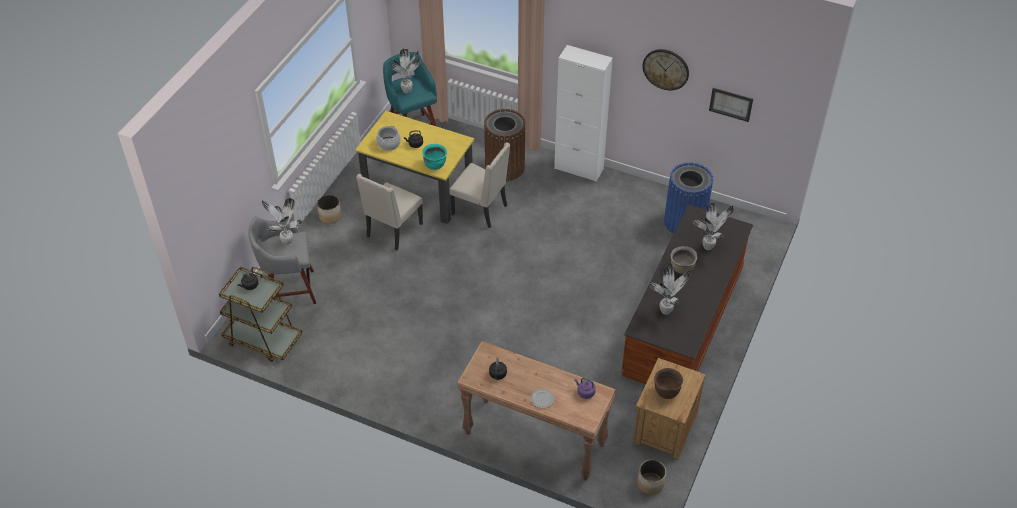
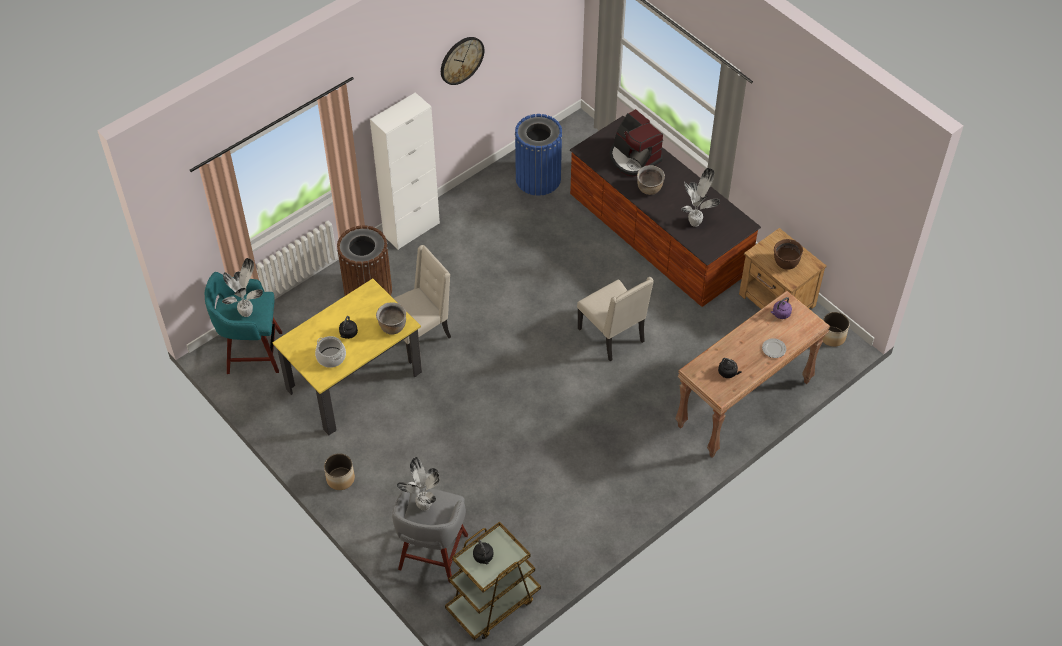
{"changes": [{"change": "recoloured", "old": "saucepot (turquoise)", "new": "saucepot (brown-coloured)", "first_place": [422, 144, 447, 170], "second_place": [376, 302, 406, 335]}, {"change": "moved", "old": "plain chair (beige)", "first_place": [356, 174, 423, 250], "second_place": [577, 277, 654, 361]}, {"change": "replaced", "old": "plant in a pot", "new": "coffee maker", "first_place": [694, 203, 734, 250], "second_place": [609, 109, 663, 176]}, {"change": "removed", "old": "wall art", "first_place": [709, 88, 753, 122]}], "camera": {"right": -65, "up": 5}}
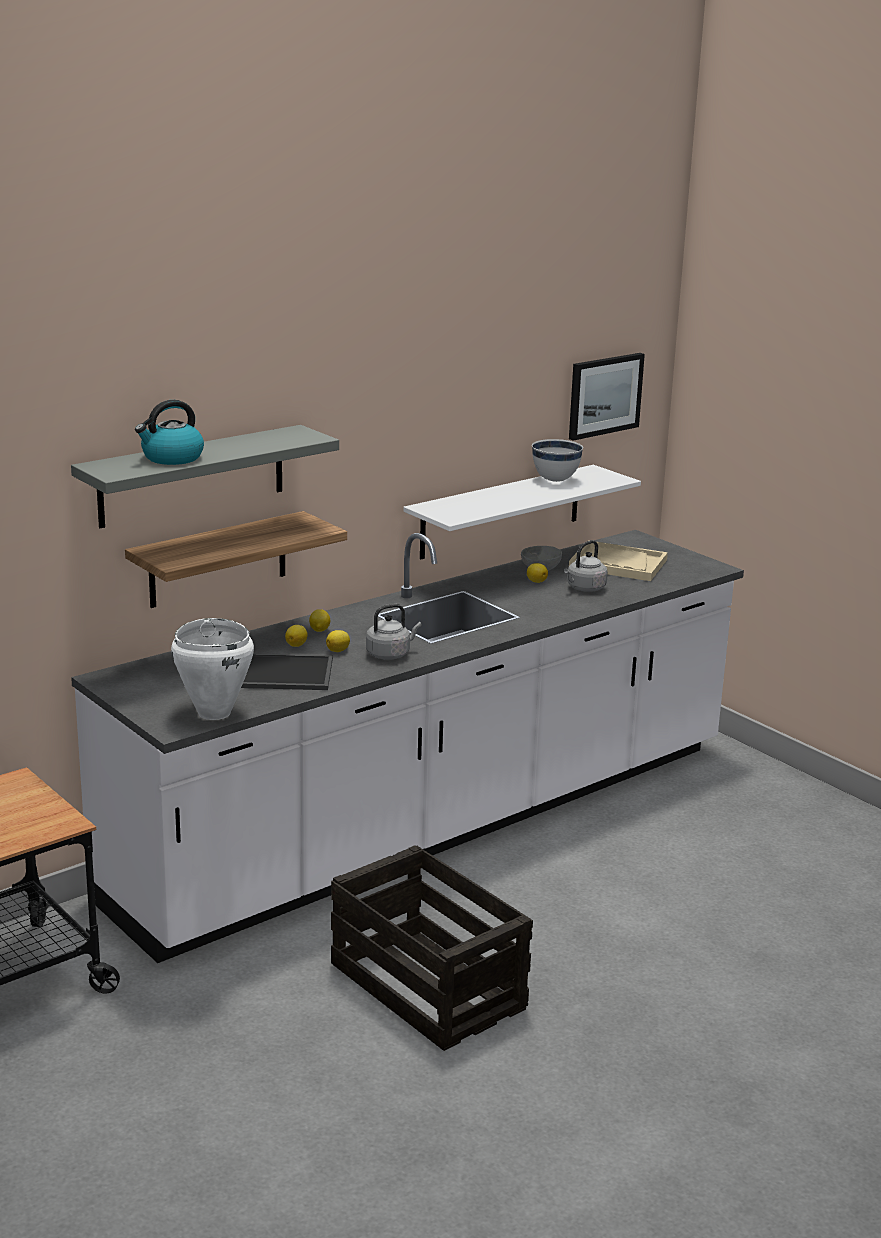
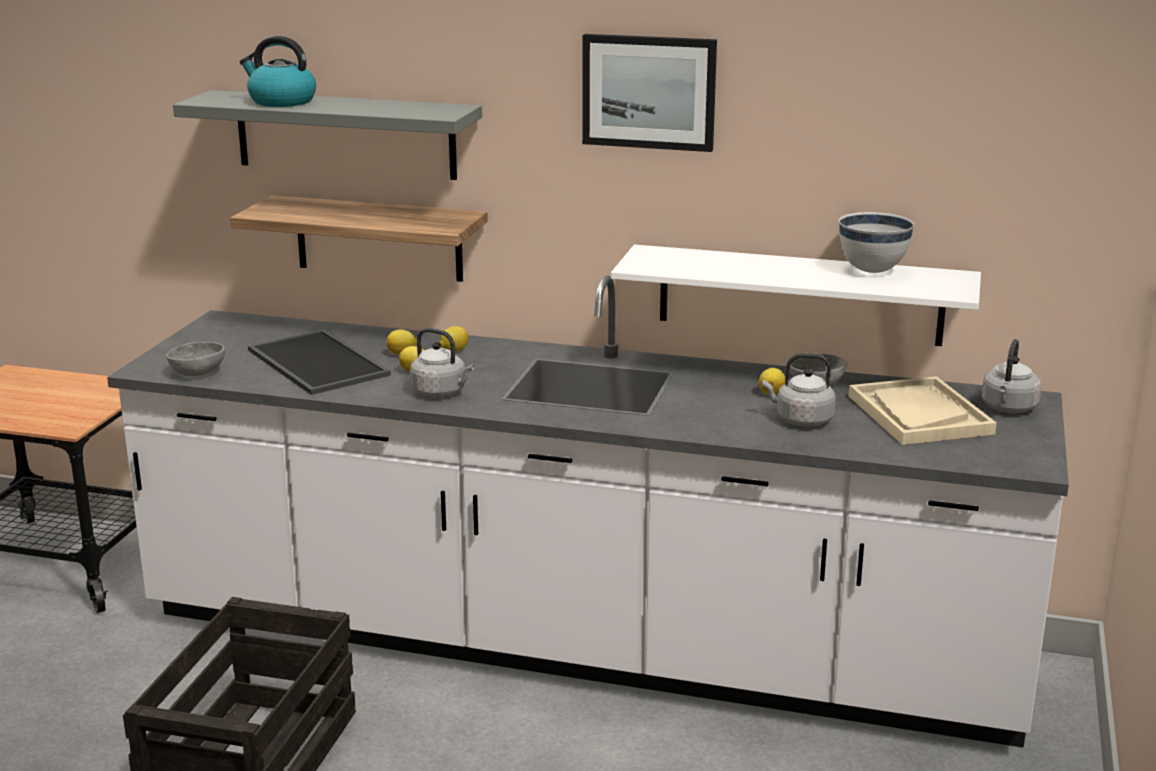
{"changes": [{"change": "replaced", "old": "saucepot (whitish)", "new": "deep dish (gray)", "first_place": [171, 618, 254, 720], "second_place": [167, 342, 225, 376]}, {"change": "moved", "old": "wall art", "first_place": [569, 353, 645, 441], "second_place": [582, 34, 717, 152]}, {"change": "added", "new": "tea kettle (gray)", "second_place": [982, 339, 1041, 413]}], "camera": {"right": 55, "up": 0}}
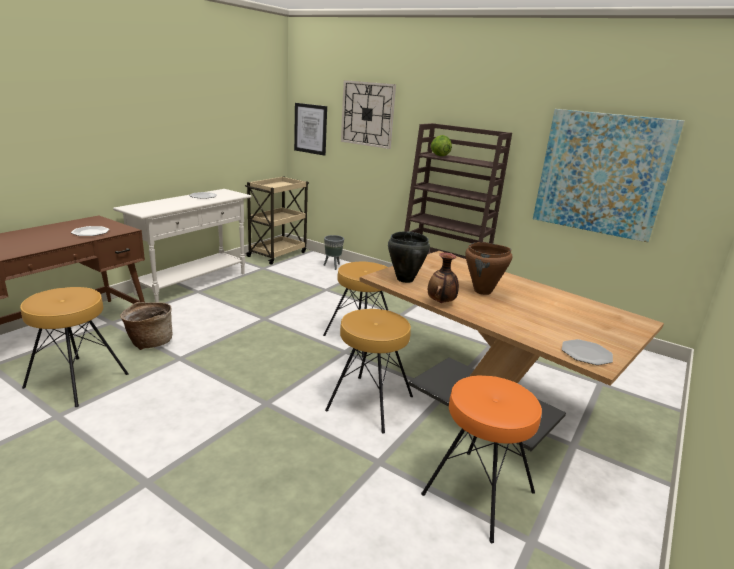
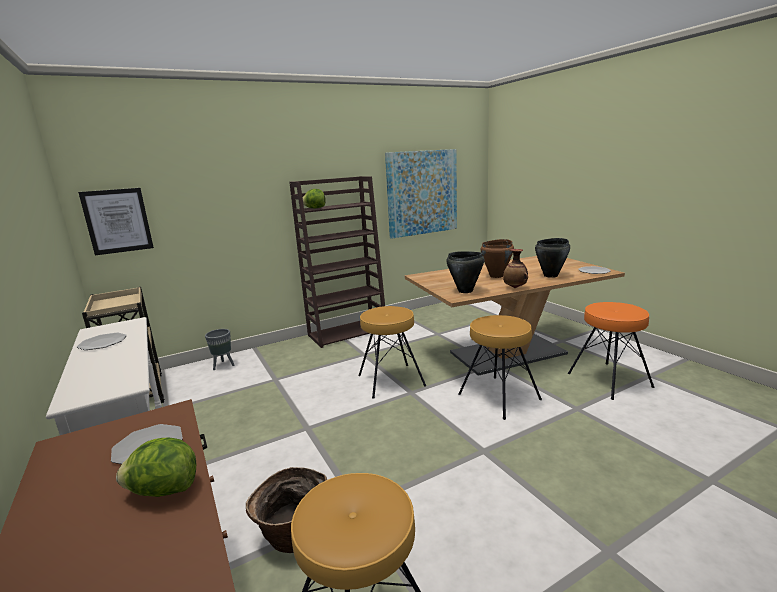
{"changes": [{"change": "added", "new": "lettuce head", "second_place": [116, 437, 196, 497]}, {"change": "added", "new": "saucepot (black)", "second_place": [535, 238, 570, 278]}, {"change": "removed", "old": "wall clock", "first_place": [341, 80, 396, 149]}], "camera": {"right": -60, "up": -5}}
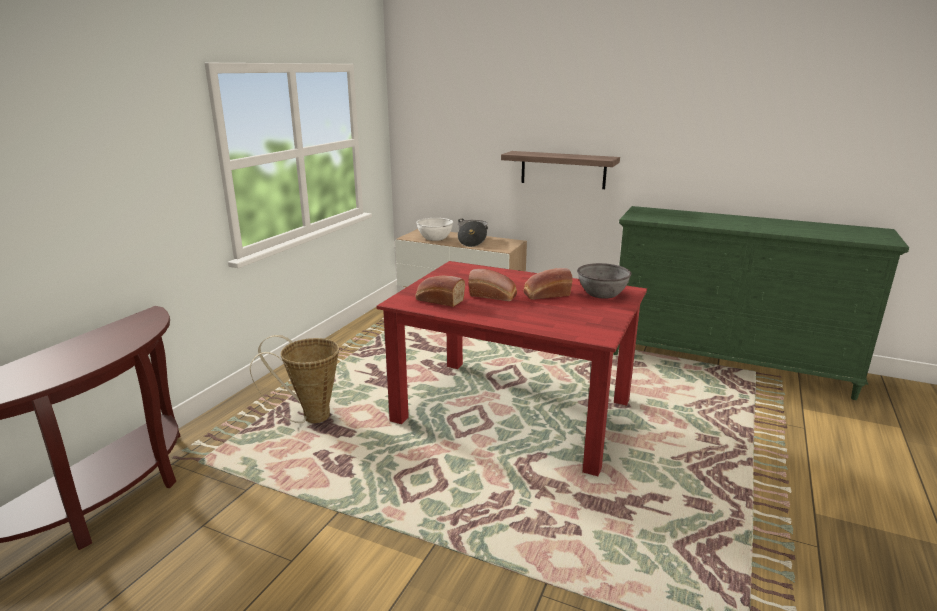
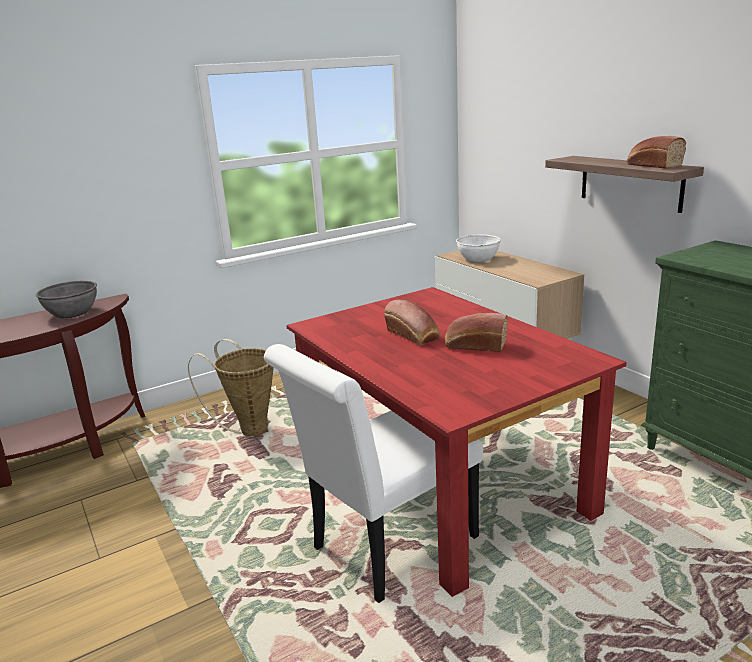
{"changes": [{"change": "moved", "old": "deep dish (gray)", "first_place": [577, 263, 631, 299], "second_place": [36, 281, 97, 318]}, {"change": "added", "new": "plain chair (whitish)", "second_place": [264, 344, 483, 603]}, {"change": "moved", "old": "bakery bread", "first_place": [415, 276, 465, 307], "second_place": [627, 136, 686, 169]}, {"change": "removed", "old": "saucepot", "first_place": [458, 219, 488, 247]}], "camera": {"right": 35, "up": 0}}
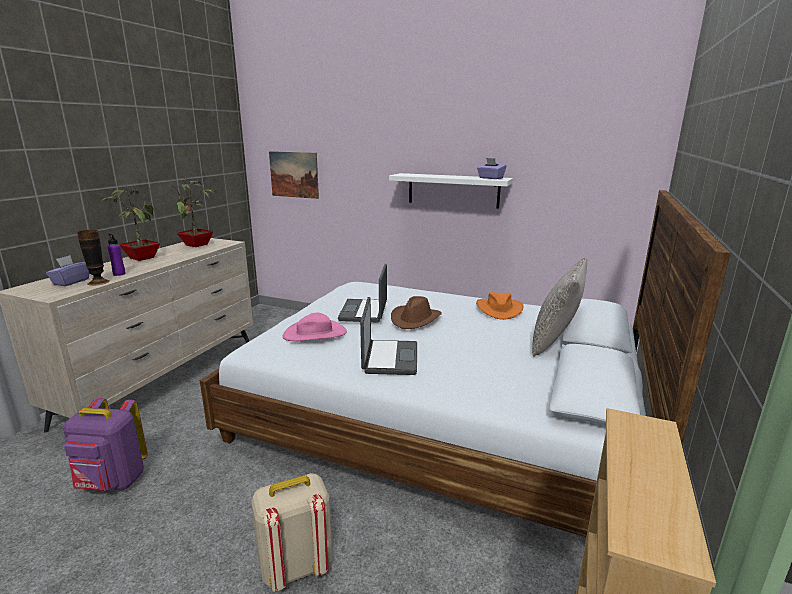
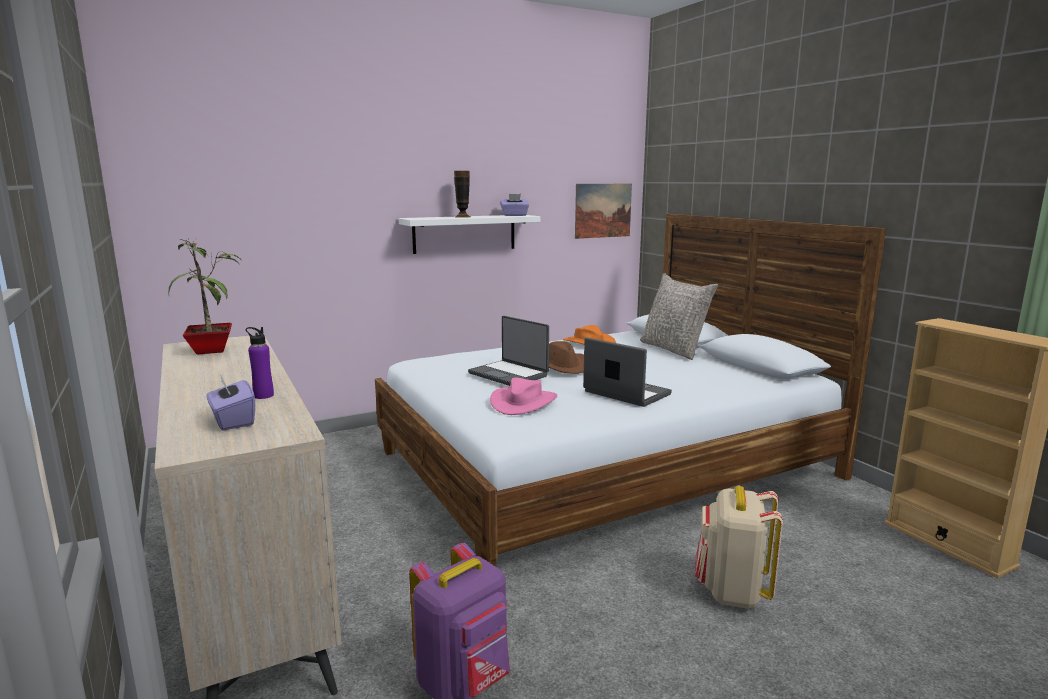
{"changes": [{"change": "moved", "old": "decorative vase", "first_place": [77, 230, 110, 286], "second_place": [454, 171, 470, 218]}, {"change": "moved", "old": "wall art", "first_place": [269, 151, 319, 199], "second_place": [575, 184, 632, 239]}, {"change": "removed", "old": "plant in a pot", "first_place": [103, 185, 160, 261]}], "camera": {"right": -50, "up": -5}}
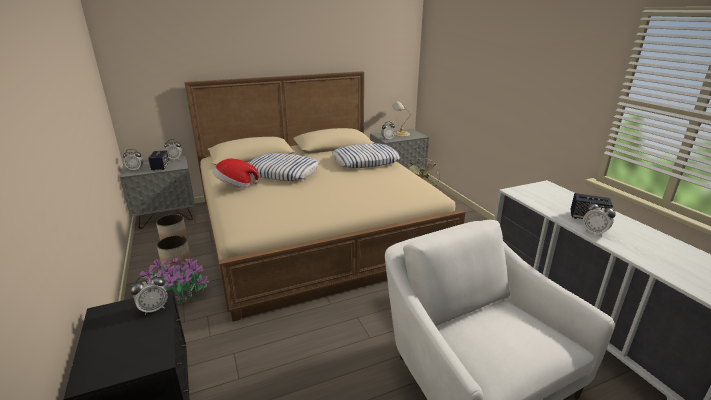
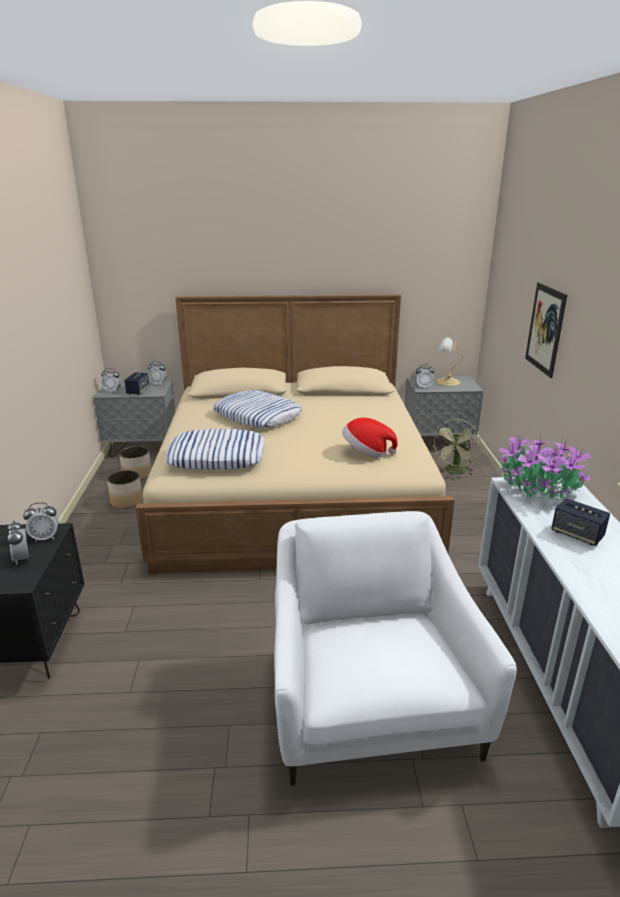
{"changes": [{"change": "moved", "old": "alarm clock", "first_place": [583, 201, 616, 237], "second_place": [7, 520, 28, 565]}, {"change": "moved", "old": "pillow", "first_place": [332, 143, 400, 168], "second_place": [166, 429, 265, 470]}, {"change": "moved", "old": "clothing hat", "first_place": [213, 159, 259, 188], "second_place": [342, 418, 398, 458]}, {"change": "moved", "old": "plant in a pot", "first_place": [140, 255, 209, 304], "second_place": [498, 434, 592, 501]}, {"change": "added", "new": "wall art", "second_place": [525, 282, 567, 378]}], "camera": {"right": 20, "up": 0}}
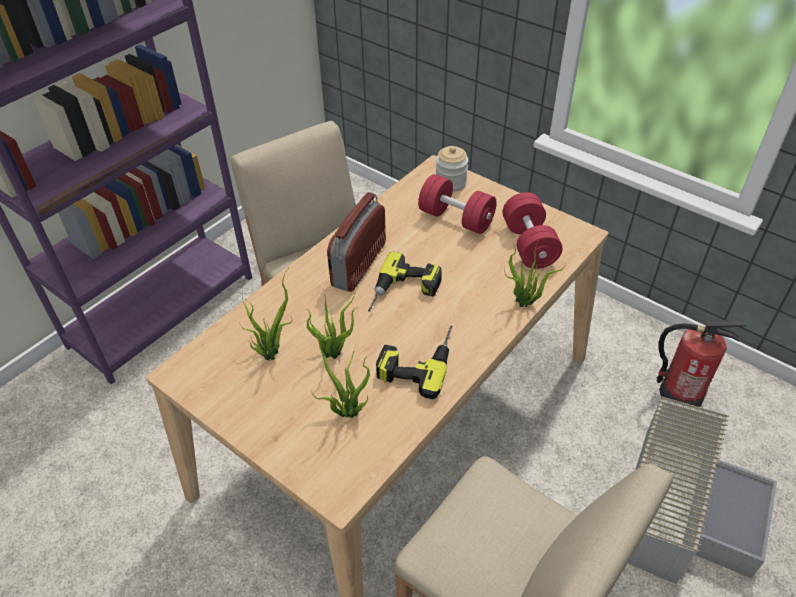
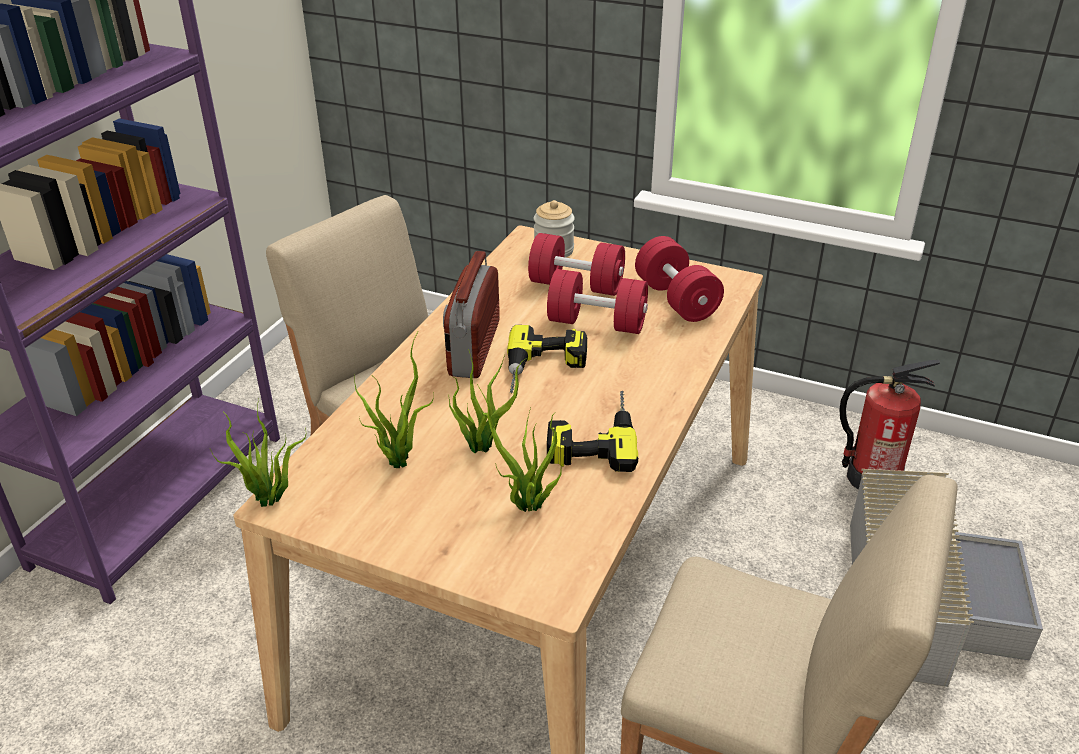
{"changes": [{"change": "moved", "old": "plant in a pot", "first_place": [504, 239, 566, 307], "second_place": [210, 399, 306, 507]}, {"change": "added", "new": "dumbbell (red)", "second_place": [547, 269, 648, 334]}], "camera": {"right": -15, "up": -10}}
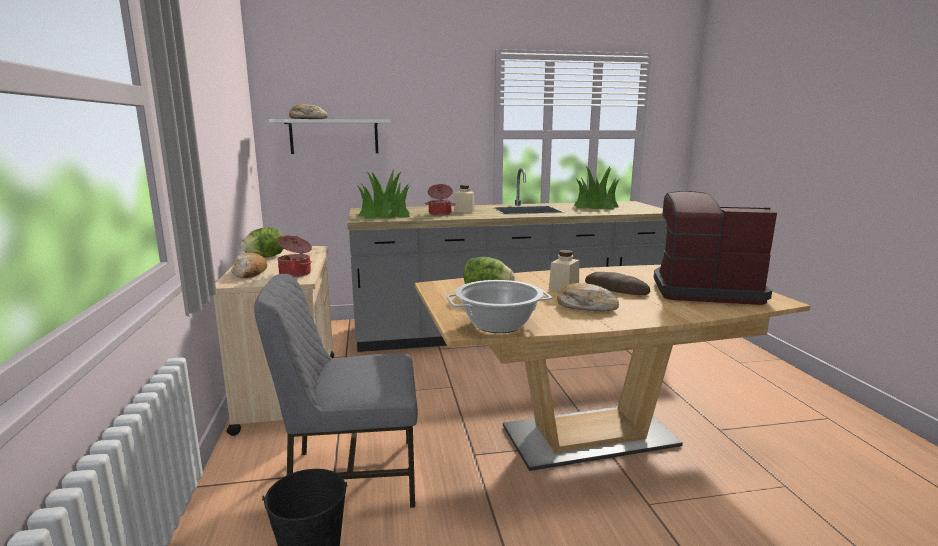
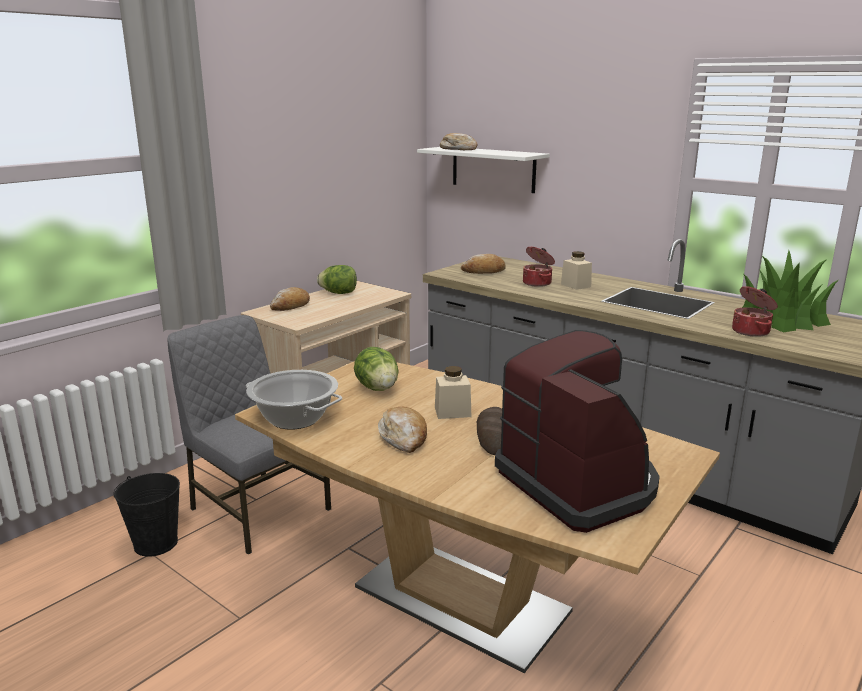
{"changes": [{"change": "replaced", "old": "plant in a pot", "new": "bakery bread", "first_place": [358, 169, 410, 219], "second_place": [461, 254, 506, 274]}, {"change": "moved", "old": "saucepot", "first_place": [277, 235, 312, 277], "second_place": [732, 286, 778, 337]}], "camera": {"right": 50, "up": 5}}
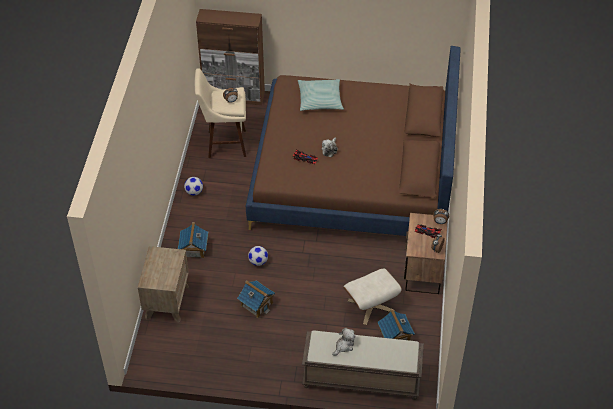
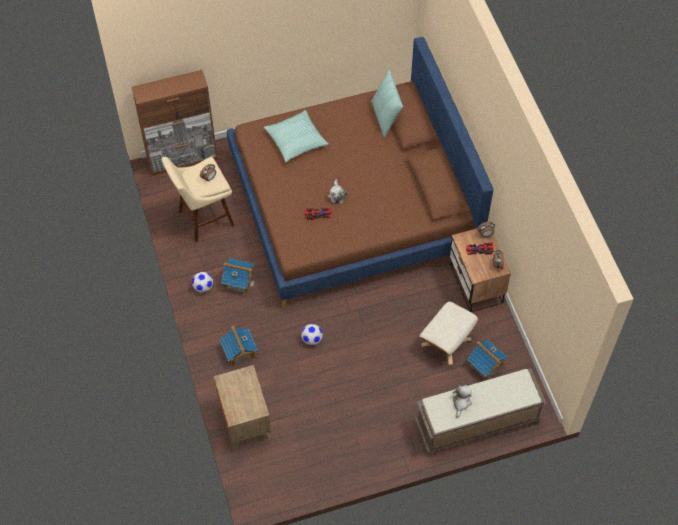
{"changes": [{"change": "moved", "old": "toy house", "first_place": [237, 280, 275, 318], "second_place": [221, 258, 255, 294]}, {"change": "added", "new": "pillow", "second_place": [371, 70, 403, 138]}], "camera": {"right": -25, "up": 10}}
